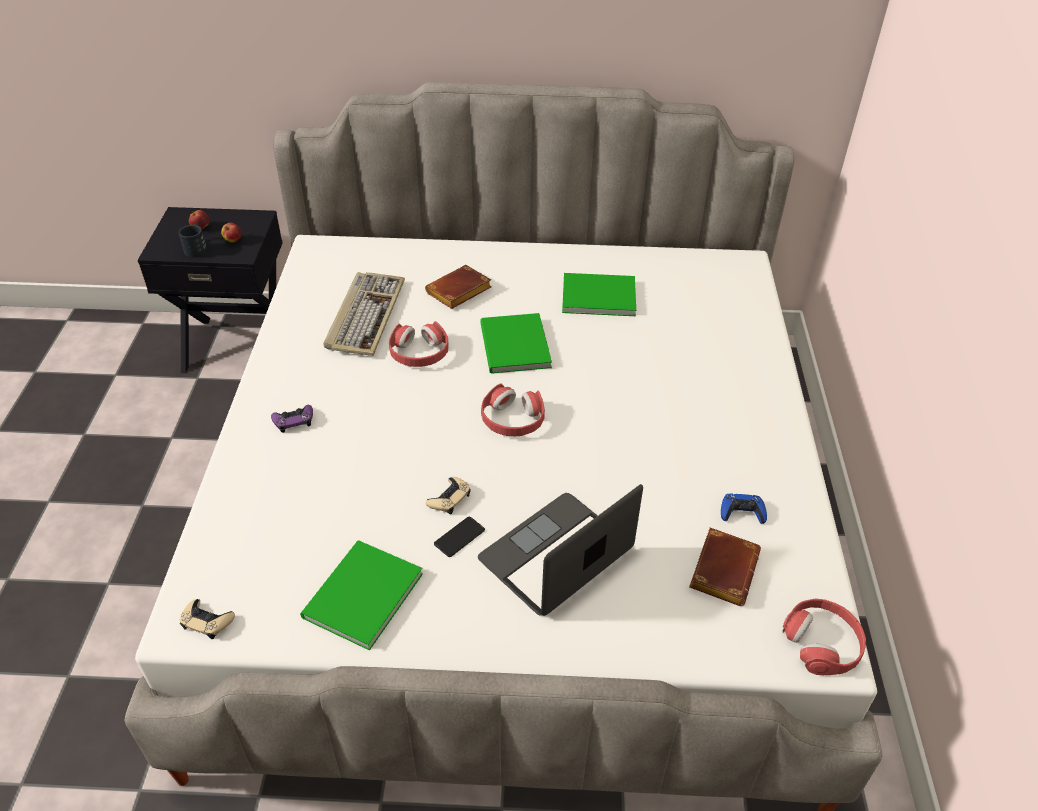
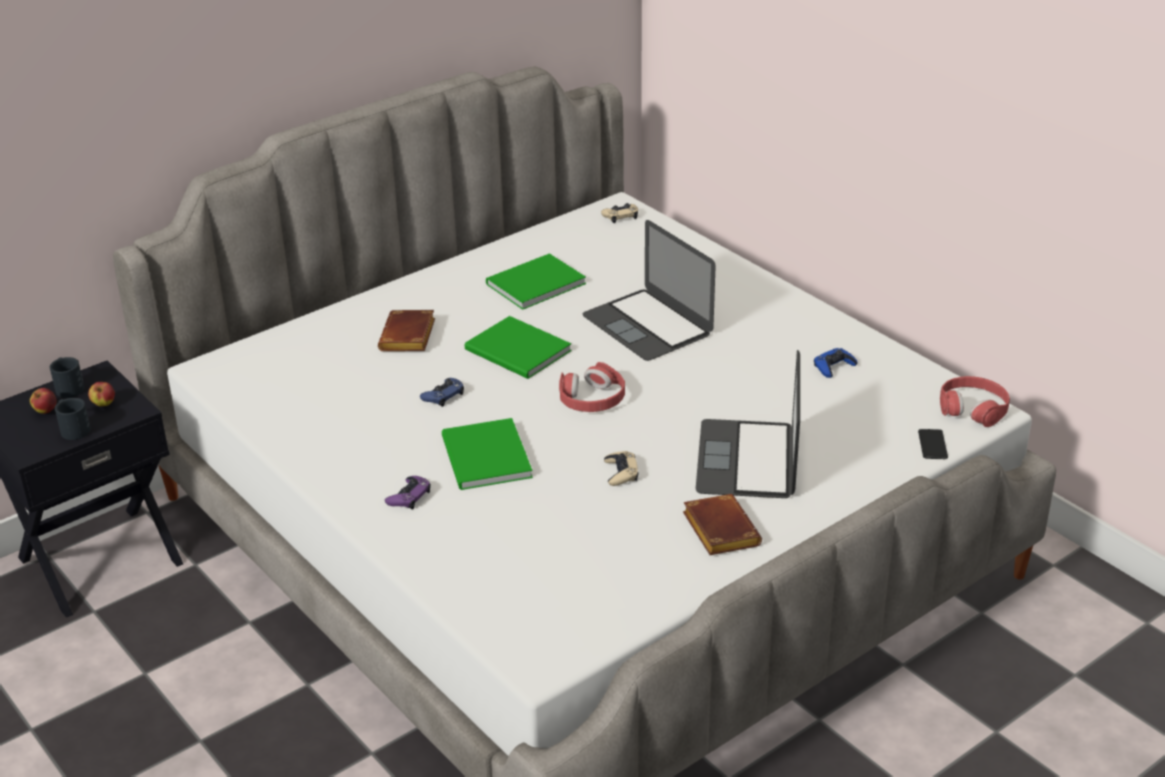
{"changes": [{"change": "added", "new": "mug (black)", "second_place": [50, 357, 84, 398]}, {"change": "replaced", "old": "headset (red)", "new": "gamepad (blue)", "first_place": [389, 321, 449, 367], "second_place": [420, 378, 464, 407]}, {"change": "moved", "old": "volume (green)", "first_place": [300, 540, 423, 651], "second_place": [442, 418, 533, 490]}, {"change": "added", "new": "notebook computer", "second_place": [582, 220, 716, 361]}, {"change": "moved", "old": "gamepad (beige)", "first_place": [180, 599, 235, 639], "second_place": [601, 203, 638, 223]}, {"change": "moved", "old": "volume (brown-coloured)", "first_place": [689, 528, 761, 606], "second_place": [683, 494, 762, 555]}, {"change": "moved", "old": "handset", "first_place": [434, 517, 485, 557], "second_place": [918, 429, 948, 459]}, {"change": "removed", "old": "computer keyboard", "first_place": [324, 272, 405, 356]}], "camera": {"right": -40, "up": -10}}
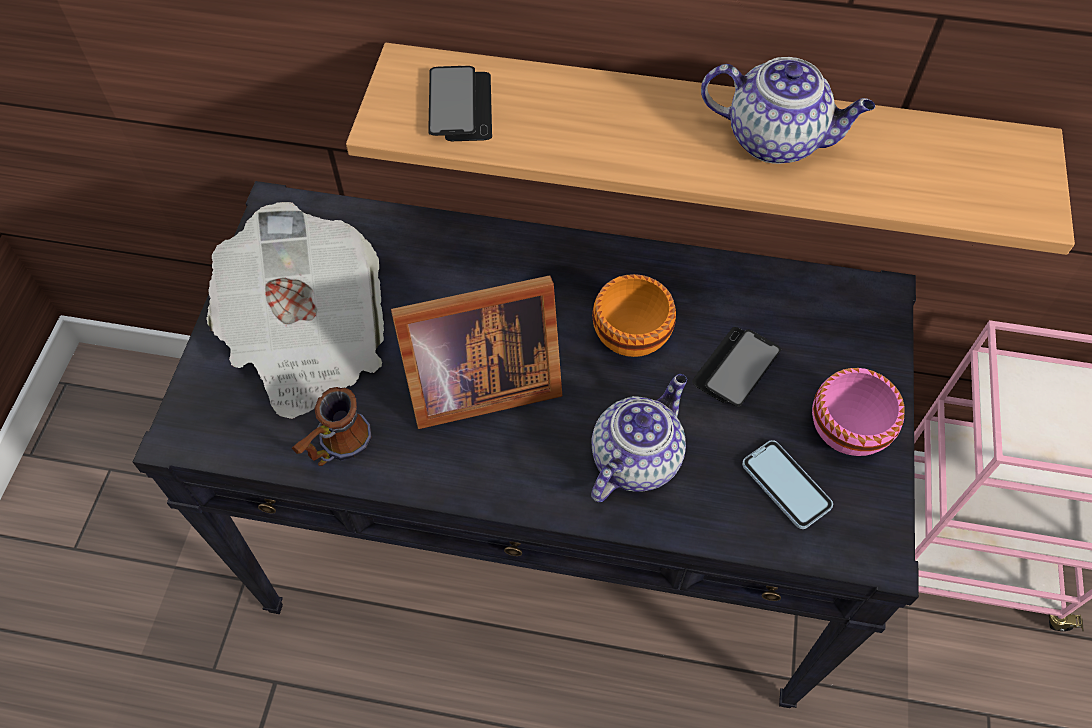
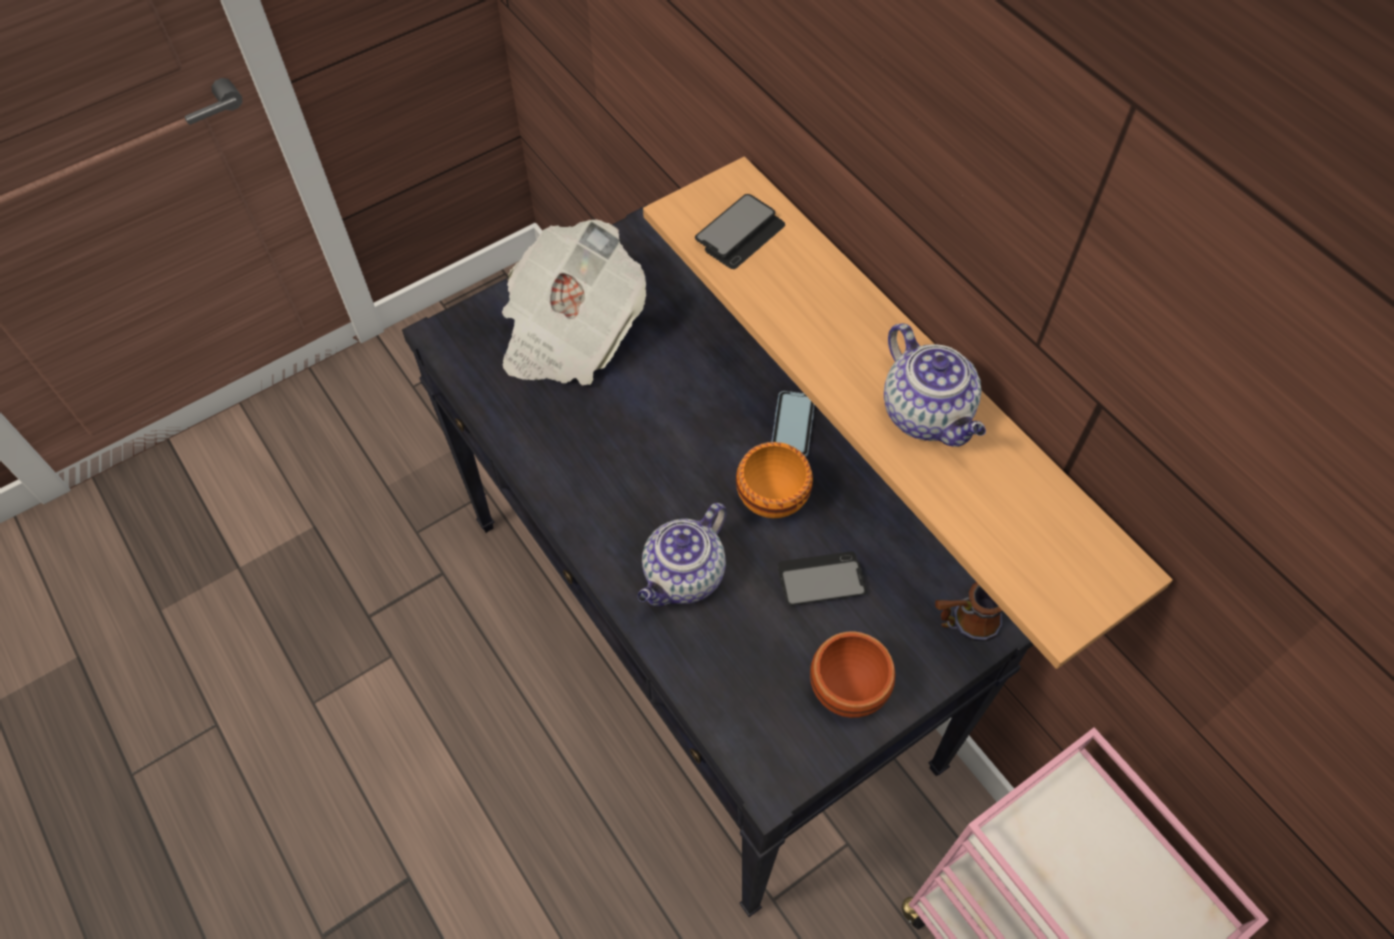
{"changes": [{"change": "turned", "old": "pot for tea", "first_place": [591, 374, 687, 502], "second_place": [638, 503, 727, 606], "degrees": 135}, {"change": "moved", "old": "handset", "first_place": [742, 440, 833, 529], "second_place": [772, 391, 815, 457]}, {"change": "recoloured", "old": "deep dish (pink)", "new": "deep dish (brown-coloured)", "first_place": [812, 368, 905, 456], "second_place": [810, 632, 895, 718]}, {"change": "moved", "old": "mug", "first_place": [292, 387, 372, 466], "second_place": [935, 582, 1002, 641]}, {"change": "removed", "old": "photo frame", "first_place": [391, 275, 562, 429]}], "camera": {"right": 45, "up": 0}}
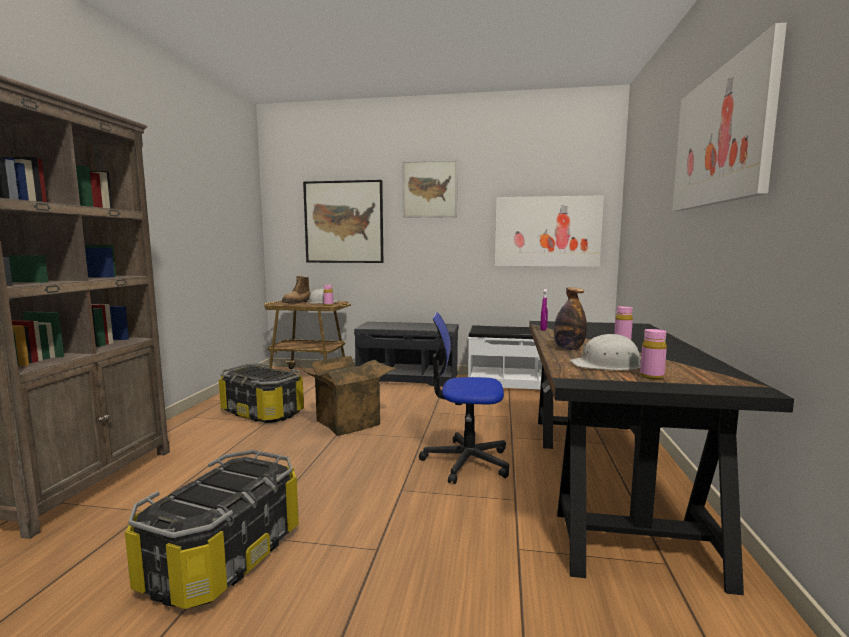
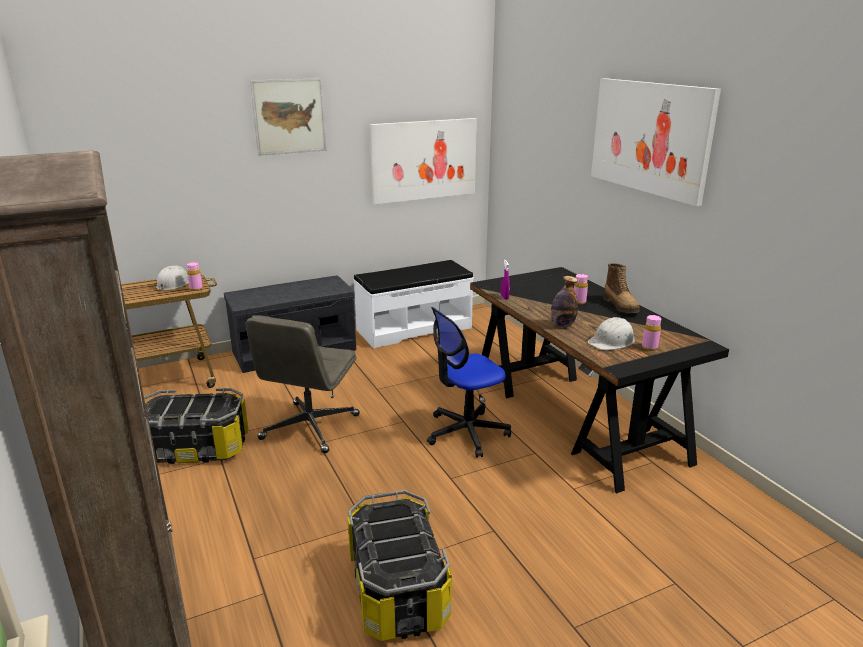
{"changes": [{"change": "replaced", "old": "carton", "new": "desk chair (gray)", "first_place": [298, 356, 397, 436], "second_place": [246, 315, 360, 453]}, {"change": "moved", "old": "high-top boot", "first_place": [282, 276, 310, 304], "second_place": [603, 263, 640, 313]}, {"change": "removed", "old": "wall art", "first_place": [303, 180, 383, 263]}], "camera": {"right": -35, "up": 15}}
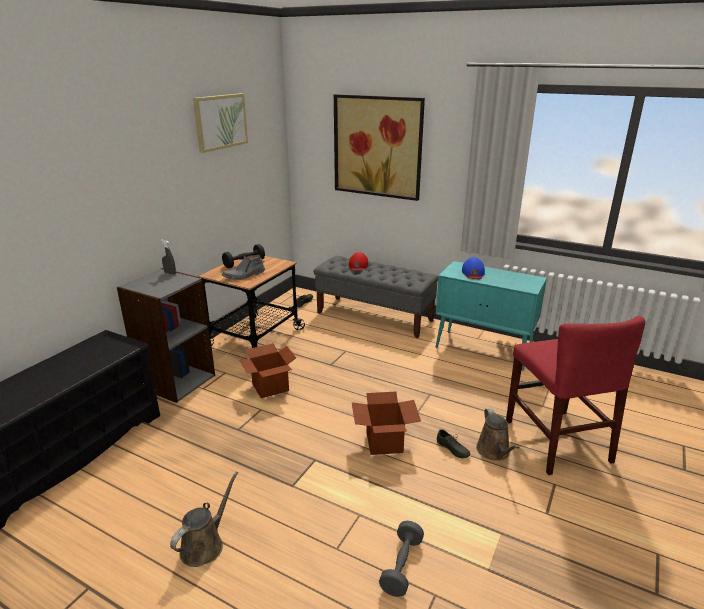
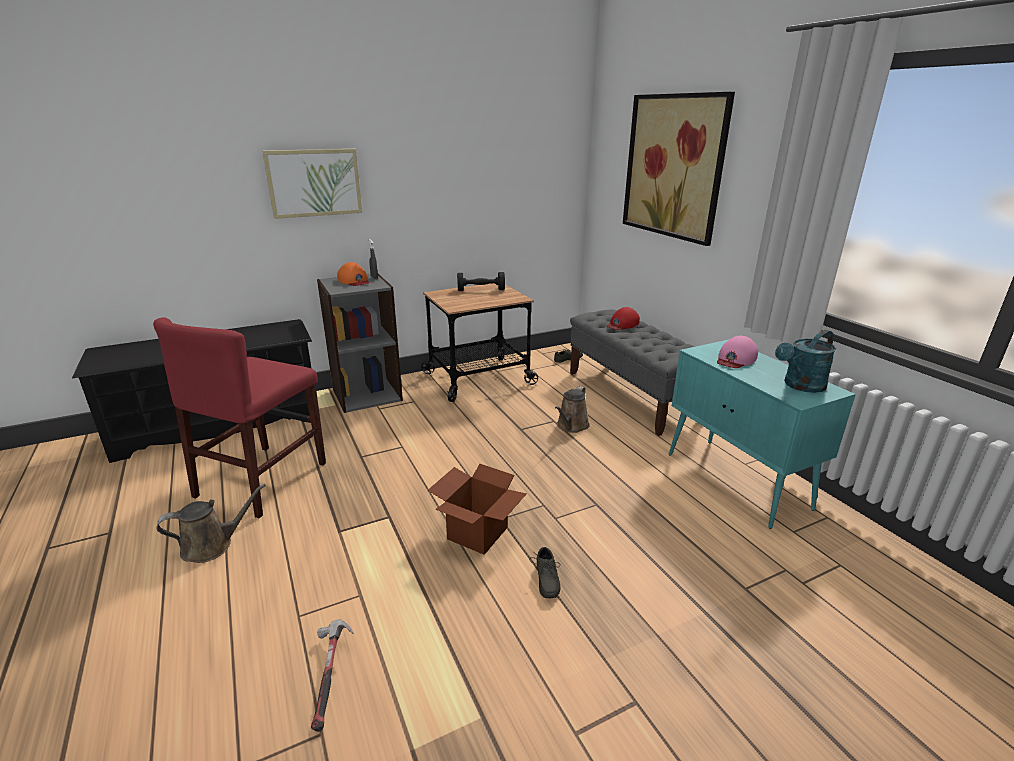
{"changes": [{"change": "moved", "old": "plain chair (red)", "first_place": [506, 316, 646, 475], "second_place": [153, 317, 326, 518]}, {"change": "moved", "old": "wall art", "first_place": [193, 93, 248, 153], "second_place": [262, 149, 362, 219]}, {"change": "replaced", "old": "dumbbell (gray)", "new": "hammer", "first_place": [379, 521, 424, 597], "second_place": [311, 619, 354, 732]}, {"change": "added", "new": "peaked cap (orange)", "second_place": [337, 262, 369, 286]}, {"change": "moved", "old": "watering pot (brown-coloured)", "first_place": [476, 408, 519, 460], "second_place": [555, 386, 590, 433]}, {"change": "recoloured", "old": "peaked cap (blue)", "new": "peaked cap (pink)", "first_place": [462, 257, 485, 279], "second_place": [717, 336, 758, 368]}, {"change": "added", "new": "watering pot (turquoise)", "second_place": [775, 330, 836, 393]}, {"change": "removed", "old": "high-top boot (gray)", "first_place": [222, 255, 265, 280]}, {"change": "removed", "old": "carton", "first_place": [239, 343, 296, 398]}], "camera": {"right": 35, "up": 0}}
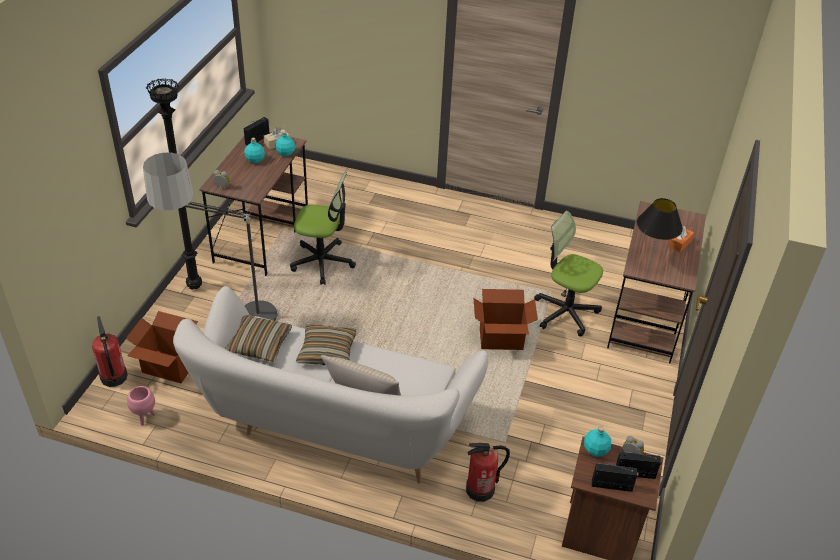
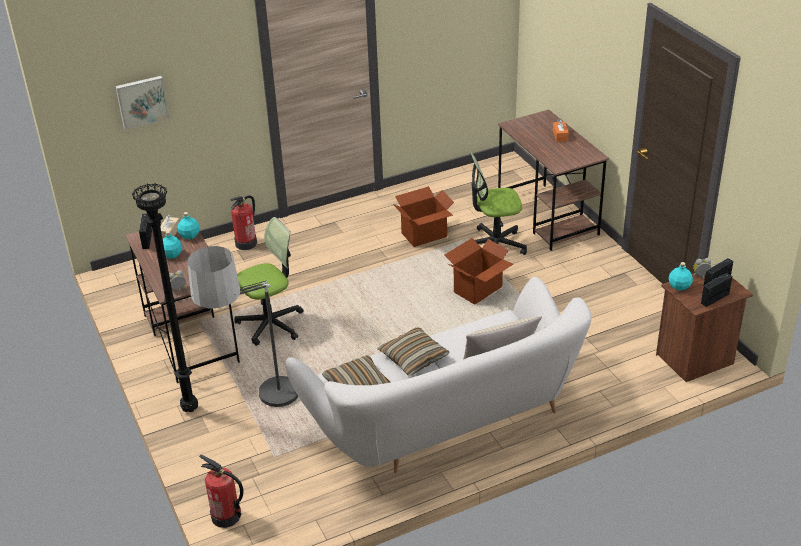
{"changes": [{"change": "added", "new": "wall art", "second_place": [115, 76, 169, 130]}, {"change": "moved", "old": "extinguisher", "first_place": [466, 443, 510, 502], "second_place": [230, 195, 257, 250]}, {"change": "moved", "old": "carton", "first_place": [126, 311, 198, 383], "second_place": [393, 186, 454, 247]}, {"change": "removed", "old": "plant pot (pink)", "first_place": [127, 386, 156, 426]}, {"change": "removed", "old": "lamp for a table (black)", "first_place": [637, 198, 683, 260]}], "camera": {"right": -40, "up": -5}}
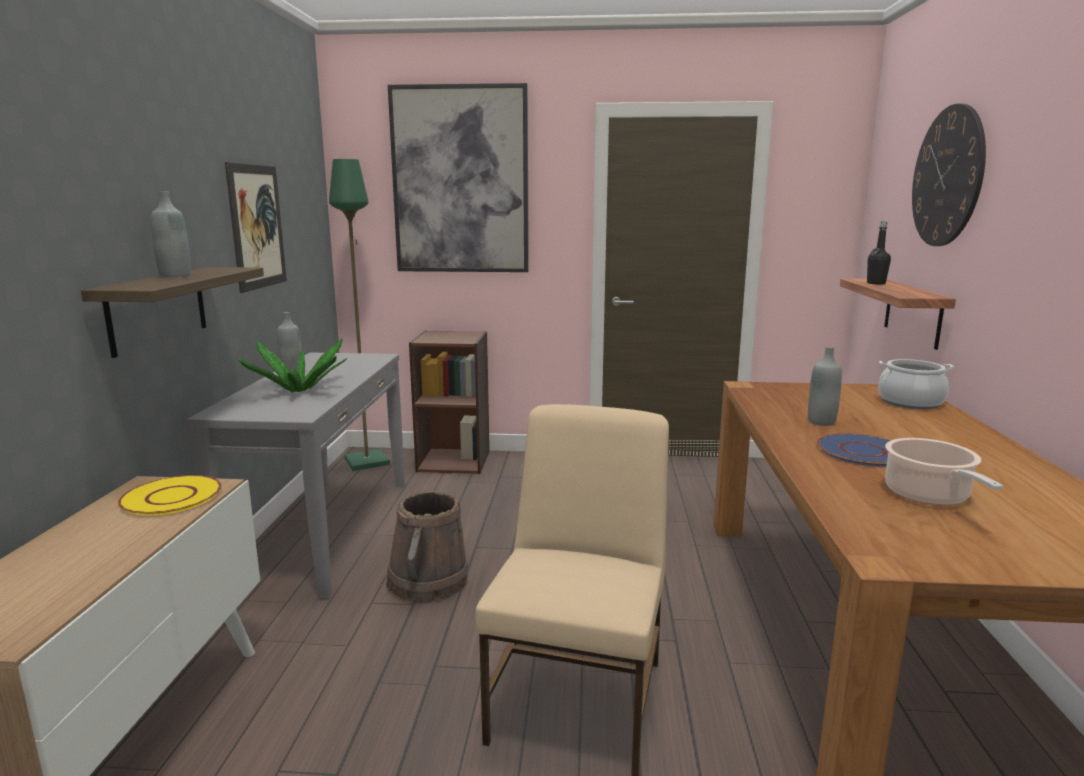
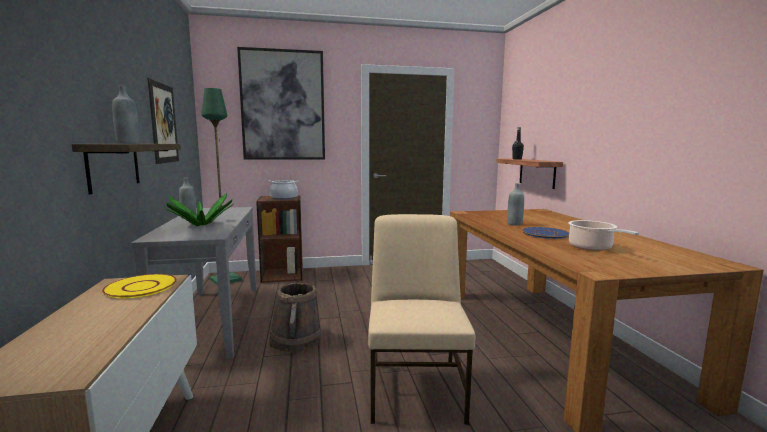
{"changes": [{"change": "moved", "old": "saucepot", "first_place": [878, 359, 954, 409], "second_place": [268, 180, 298, 200]}, {"change": "removed", "old": "wall clock", "first_place": [912, 104, 986, 246]}], "camera": {"right": -15, "up": -5}}
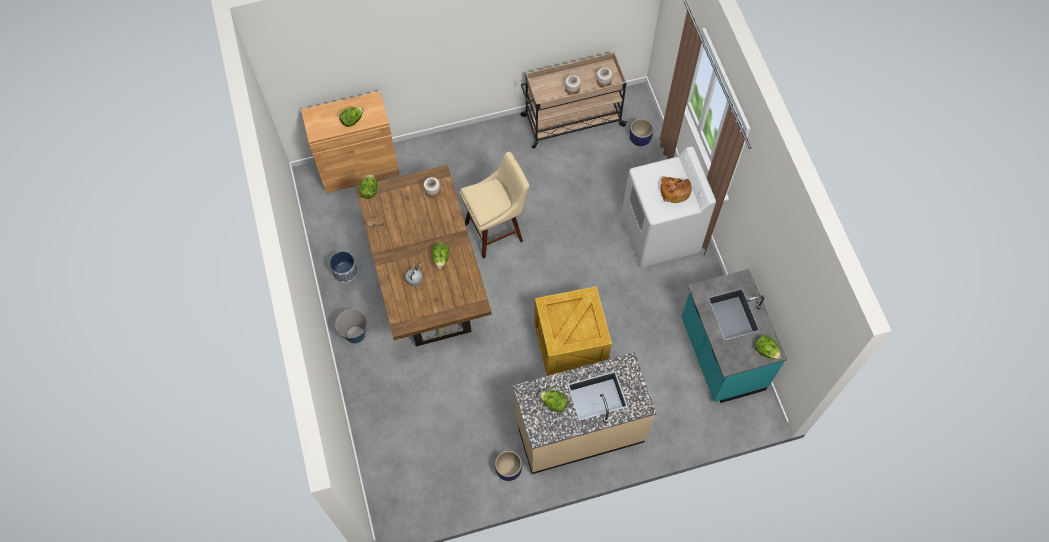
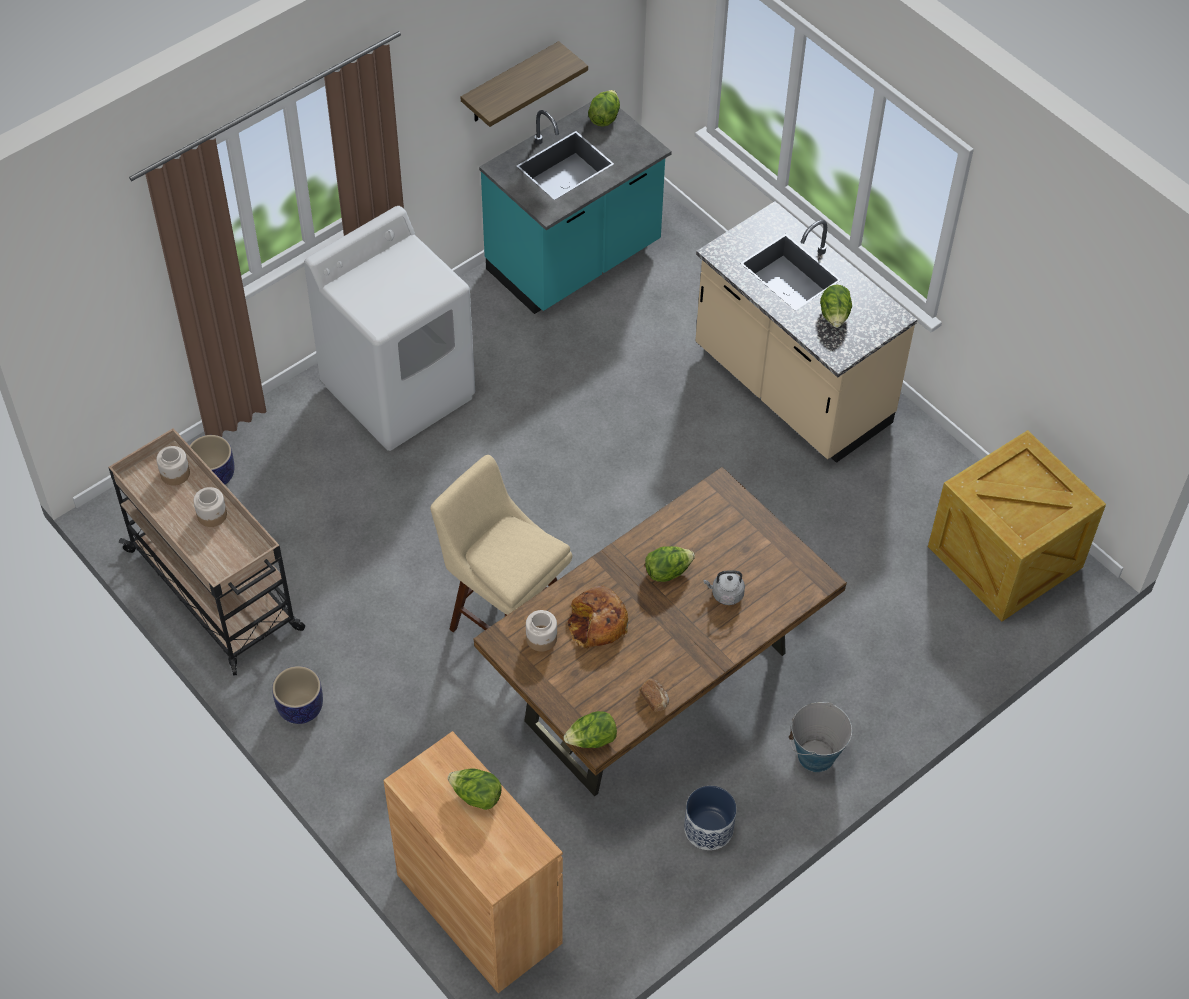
{"changes": [{"change": "moved", "old": "plant pot", "first_place": [495, 451, 522, 481], "second_place": [272, 666, 323, 724]}, {"change": "added", "new": "wall shelf", "second_place": [461, 41, 588, 127]}, {"change": "moved", "old": "bakery bread", "first_place": [660, 176, 692, 203], "second_place": [567, 586, 629, 649]}, {"change": "moved", "old": "packing crate", "first_place": [534, 286, 612, 376], "second_place": [928, 430, 1106, 622]}], "camera": {"right": -115, "up": -10}}
